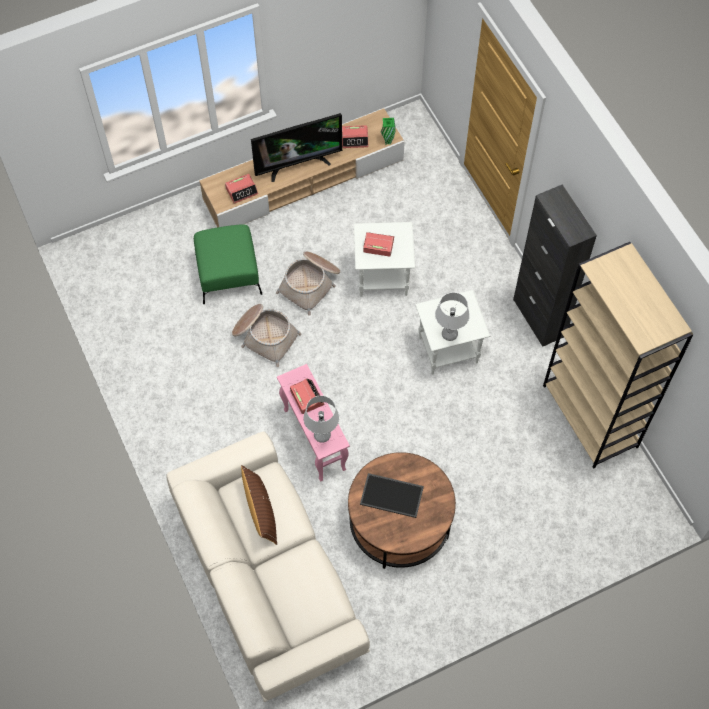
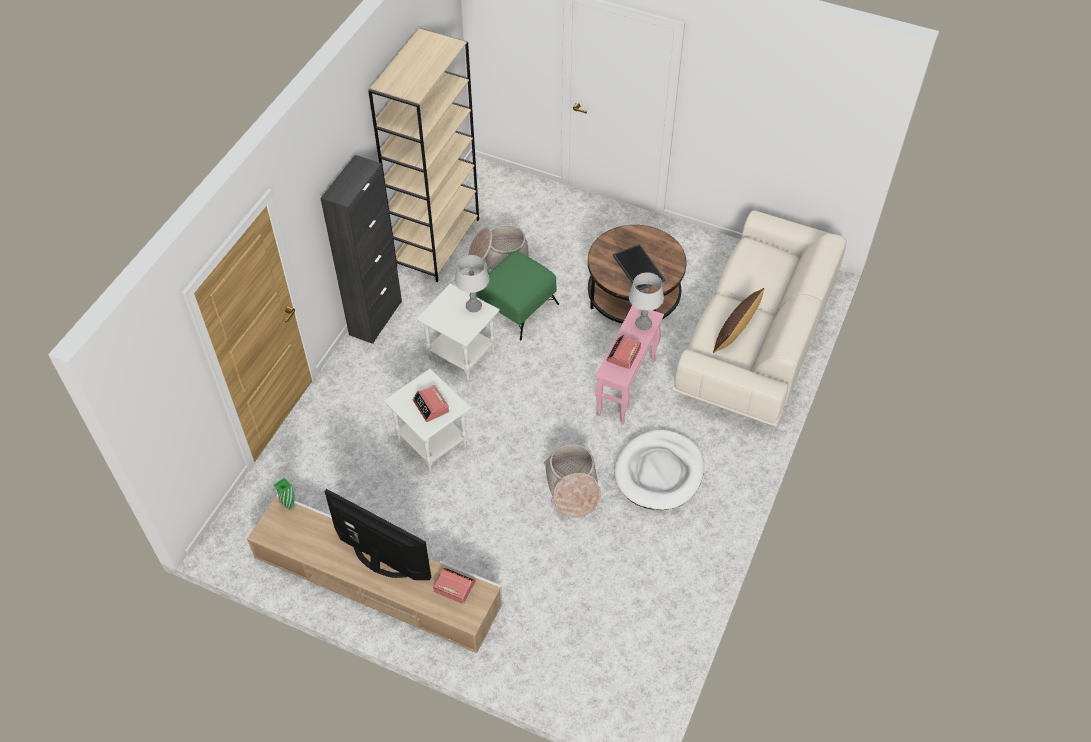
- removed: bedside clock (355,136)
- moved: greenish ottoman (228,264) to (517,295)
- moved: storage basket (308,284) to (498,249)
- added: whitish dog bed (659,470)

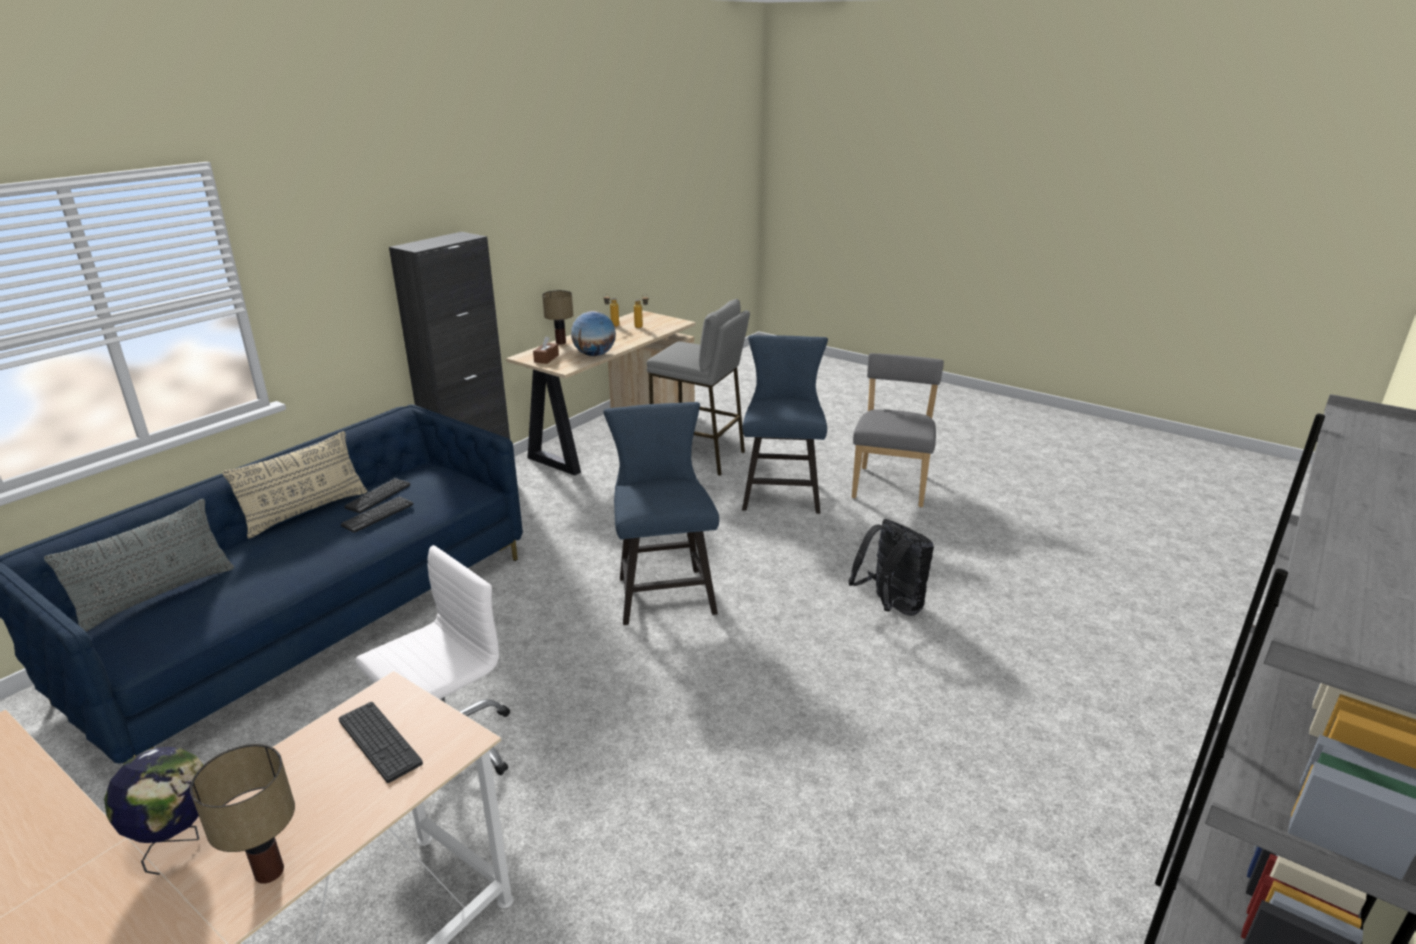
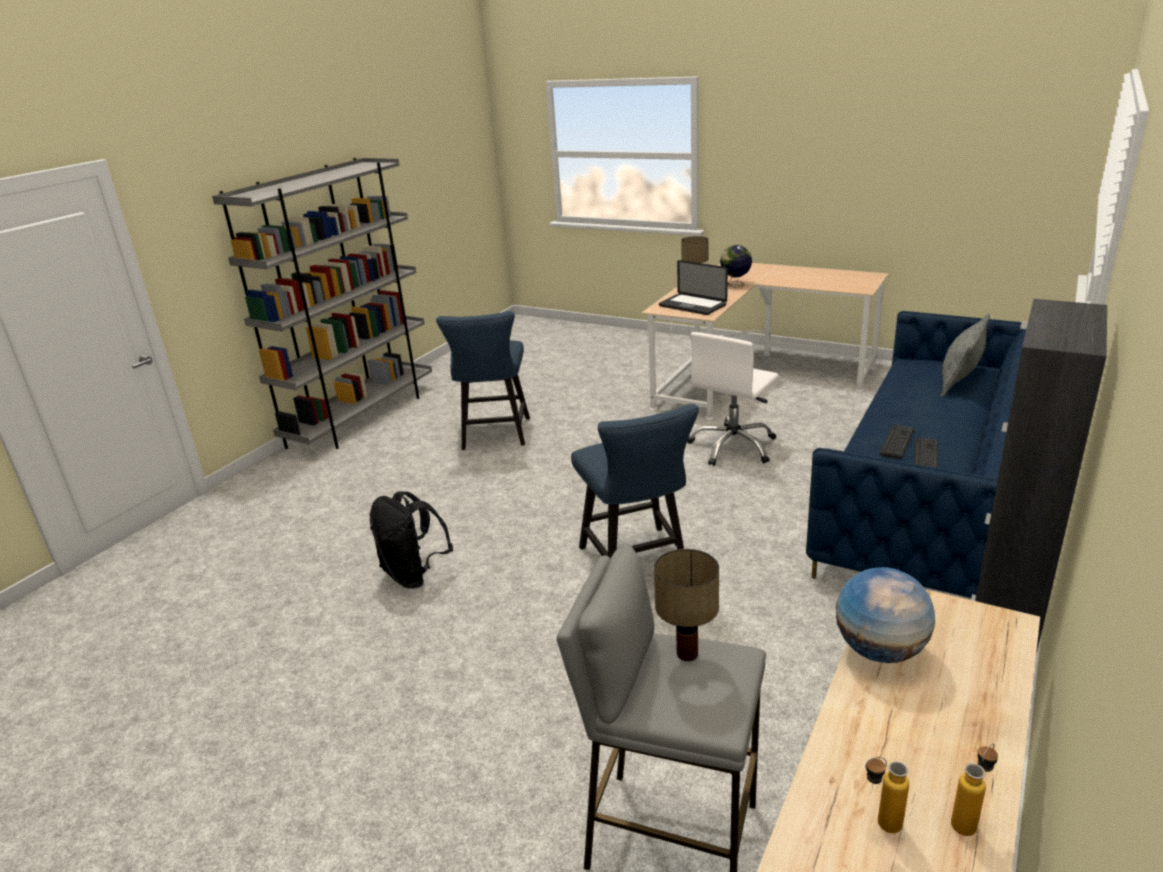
- moved: table lamp (557,317) to (686,605)
- moved: bluish chair (785,424) to (483,380)
- removed: brown tissue box (546,350)
- removed: greyish chair (898,430)
- removed: beige cushion (295,485)
- replaced: computer keyboard (381,742) to laptop (693,287)

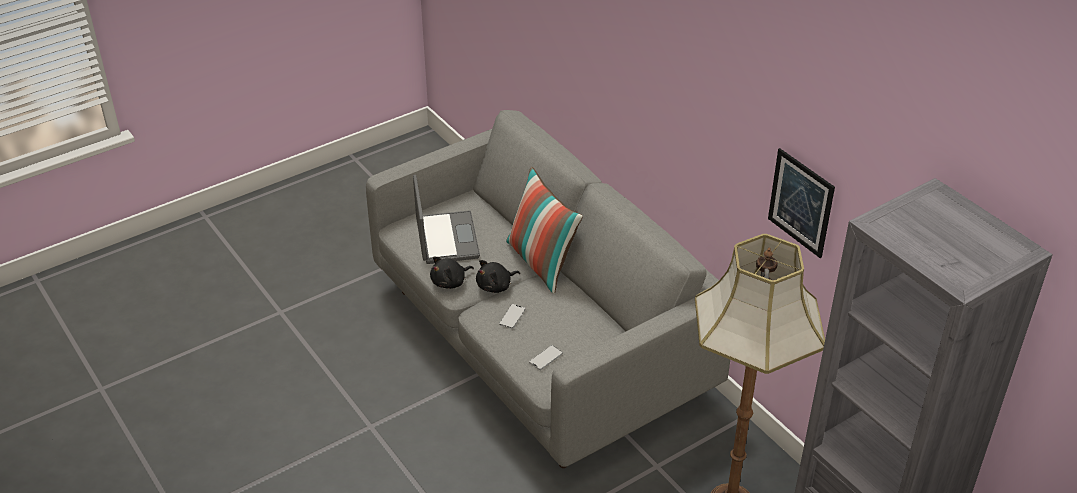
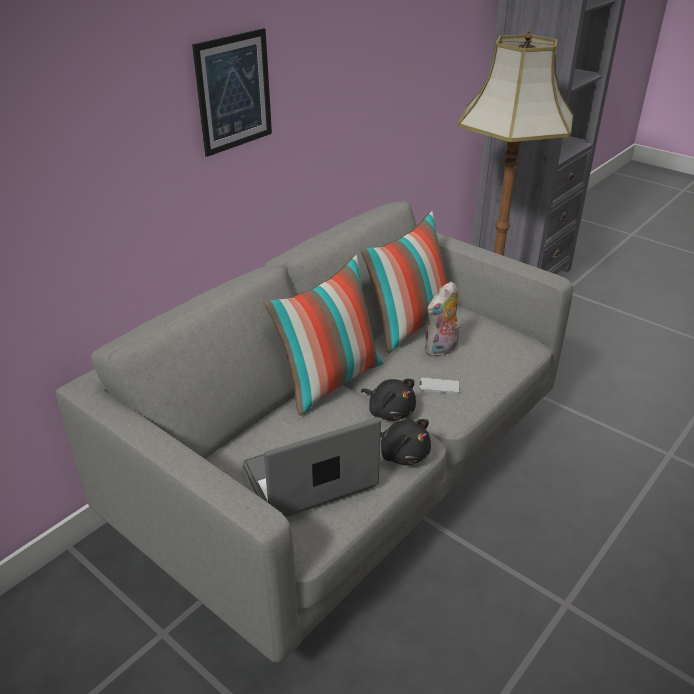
- moved: picture (801,203) to (232,92)
- removed: handset (546,357)
- added: cushion (404,282)
- added: cuddly toy (442,320)

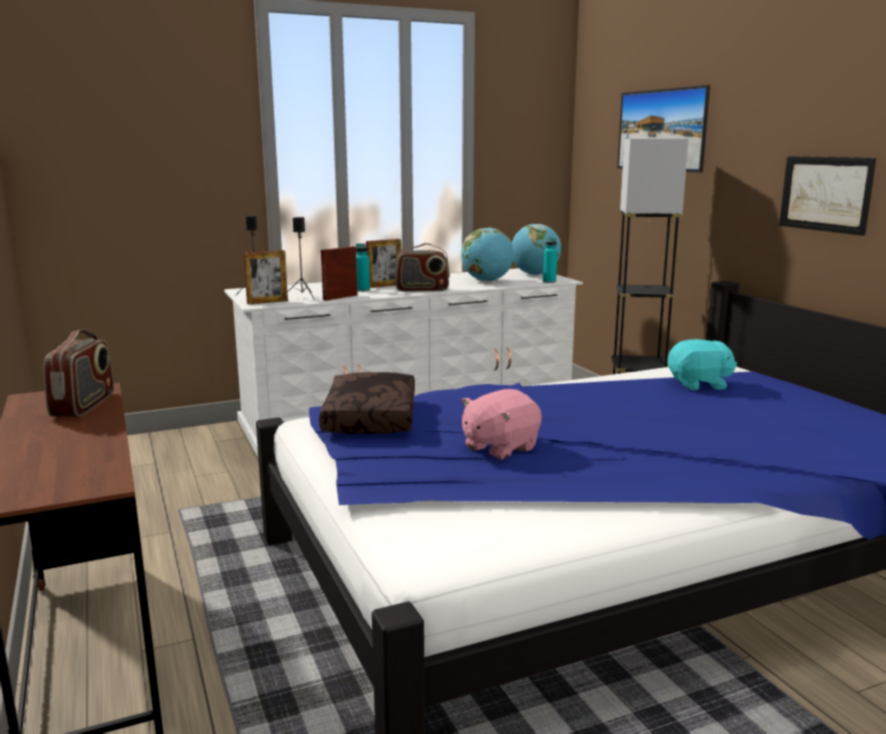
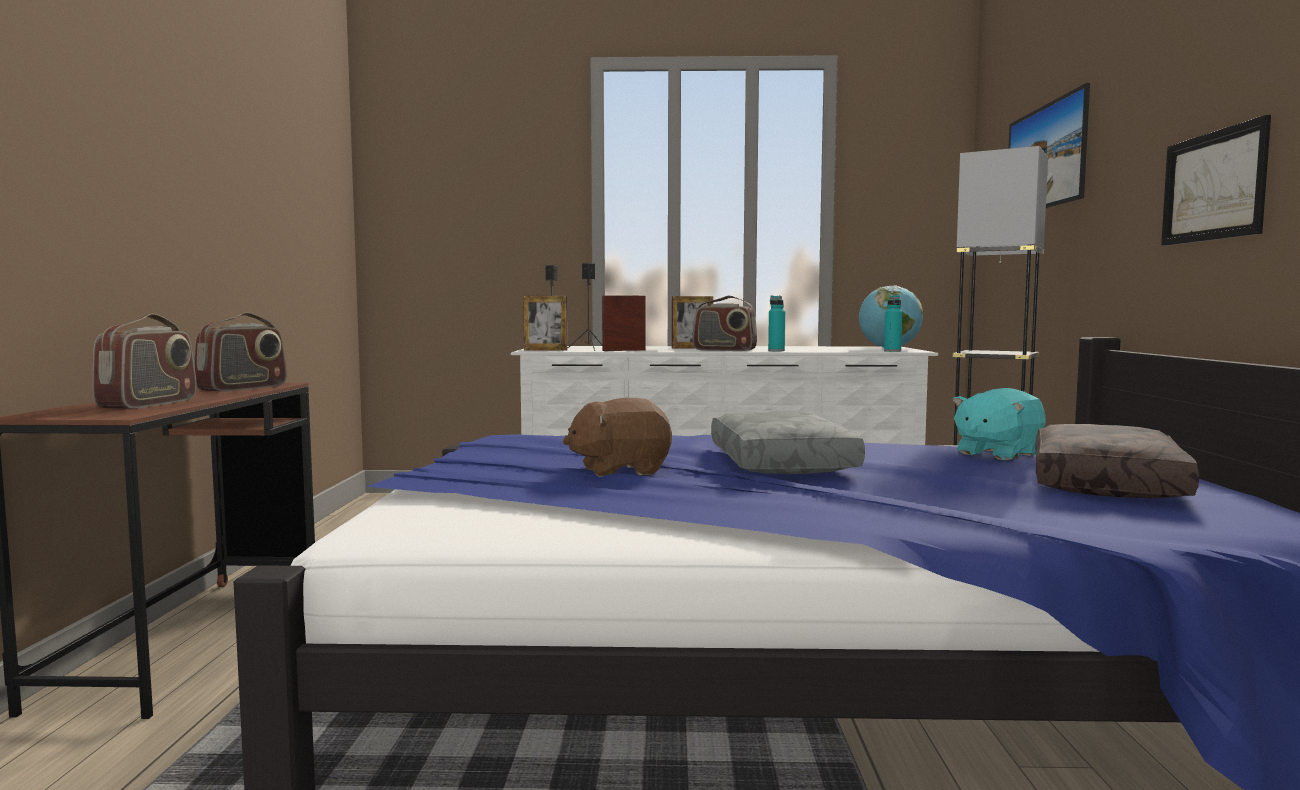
- removed: world globe (487,254)
- moved: turquoise drink bottle (363,267) to (776,323)
- turned: turquoise cuddly toy (702,364) = (999,424) 120 degrees clockwise
- moved: brown cushion (367,403) to (1117,461)
- recoloured: pinkish cuddly toy (501,424) to brown cuddly toy (617,437)
- added: radio receiver (144,361)
- added: greyish cushion (788,442)

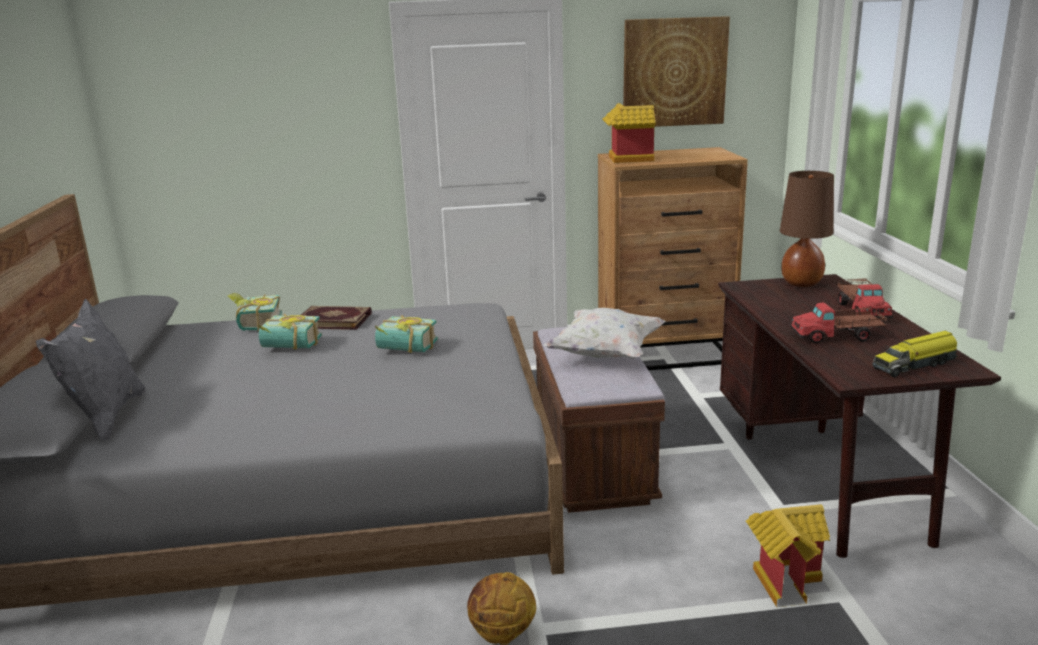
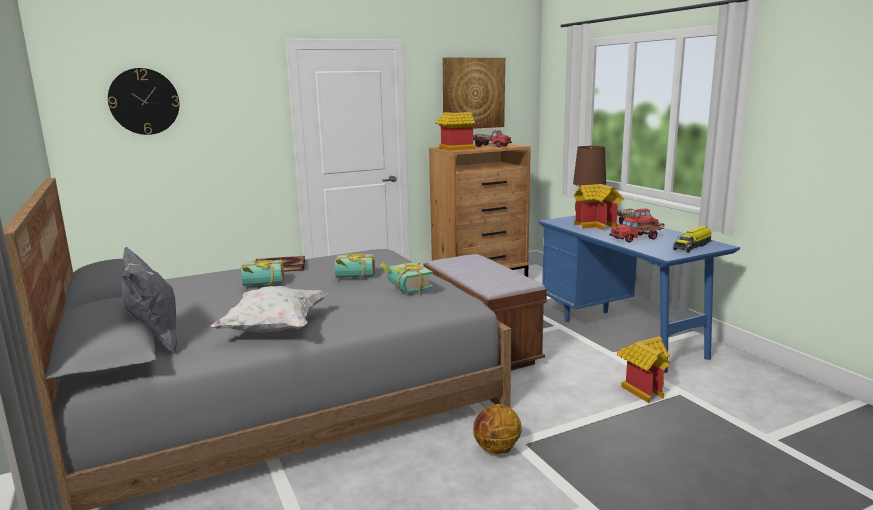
- recoloured: brown desk (859,416) to bluish desk (639,294)
- moved: volume (255,312) to (406,278)
- moved: whitish cushion (604,333) to (269,309)
- added: clock on the wall (143,101)
- added: toy lorry (492,138)
- added: model house (599,207)

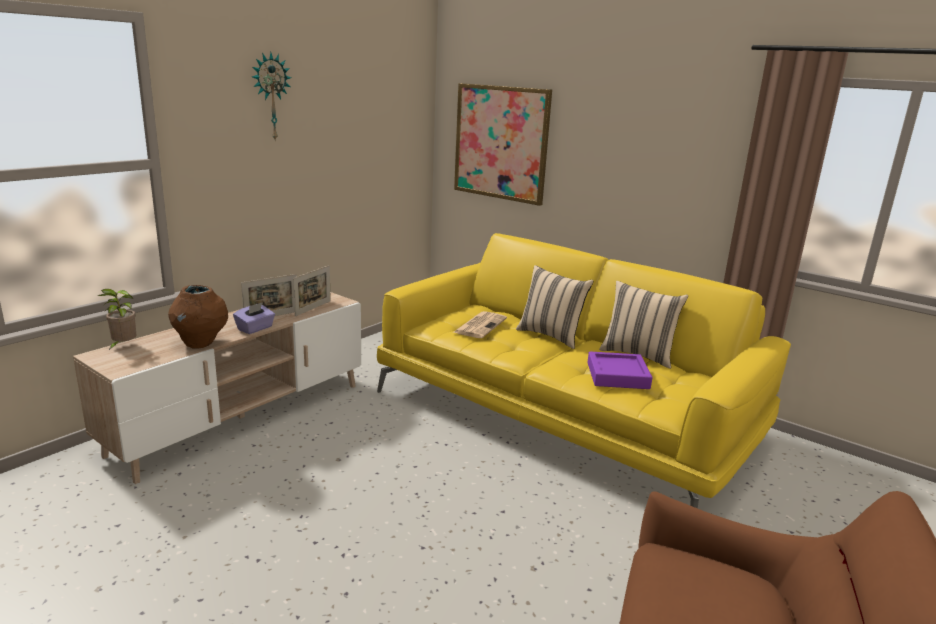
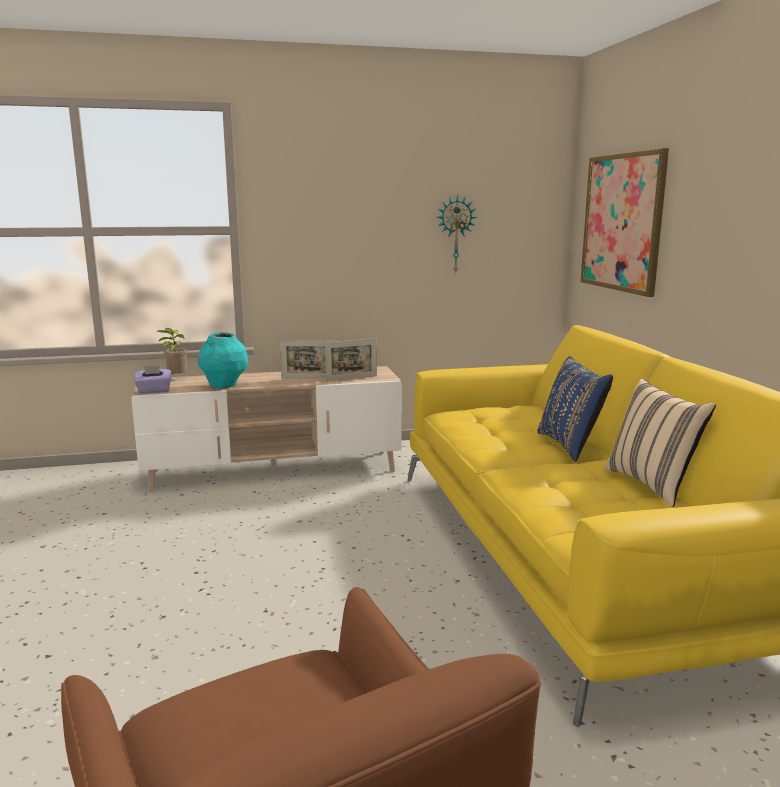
- moved: clock on the wall (271,97) to (457,234)
- recoloured: beige cushion (555,307) to bluish cushion (575,409)
- recoloured: brown flower vase (198,316) to turquoise flower vase (222,360)
- moved: purplish tissue box (254,318) to (152,380)
- removed: printed paper (480,324)
- removed: purplish tray (619,370)

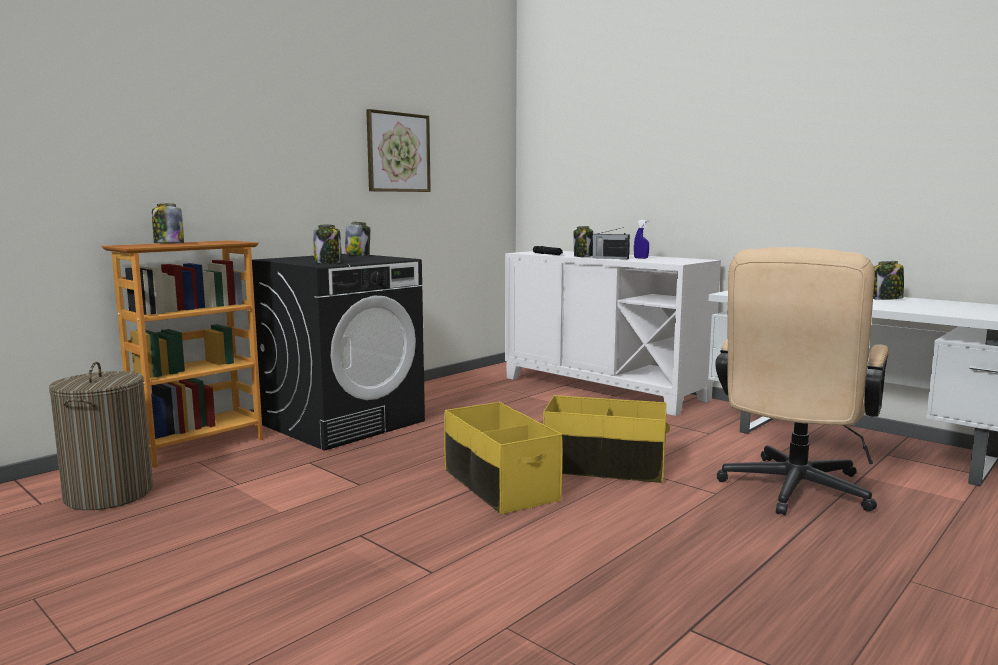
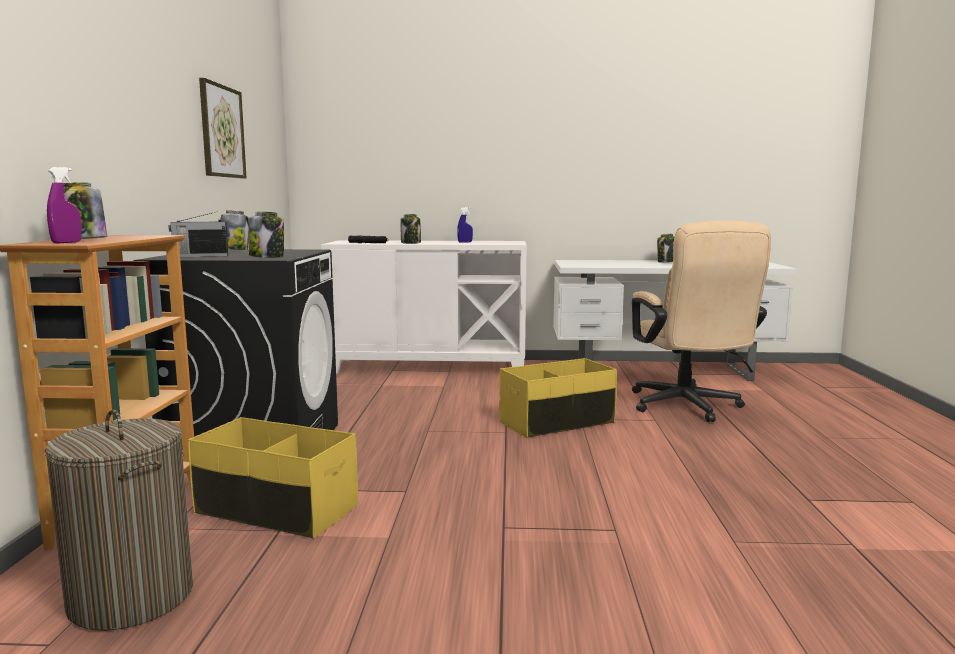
- moved: radio receiver (611,243) to (198,234)
- moved: yellow storage box (503,458) to (273,477)
- added: purplish spray bottle (64,205)

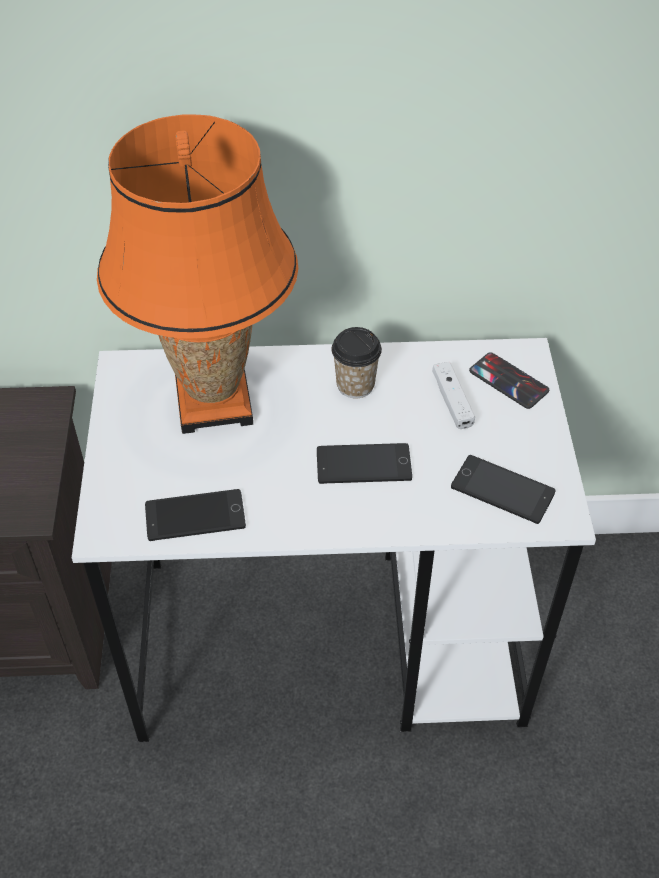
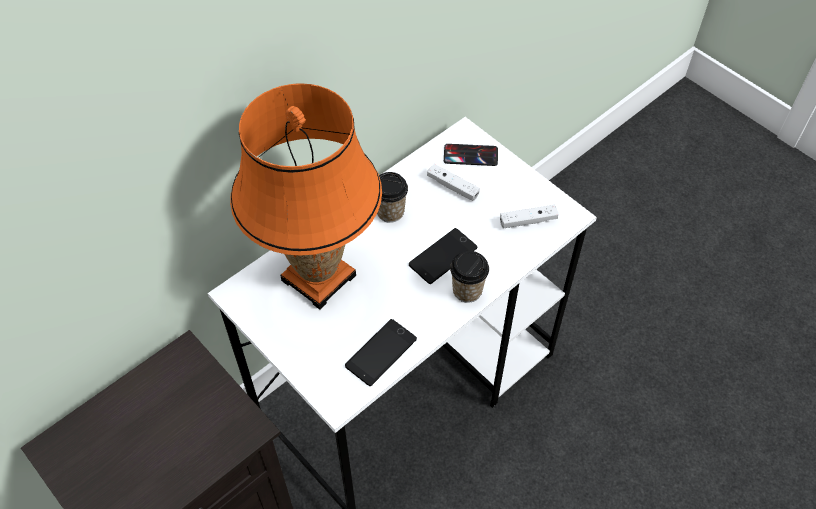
- replaced: handset (503,489) to whitish game controller (529,217)
- added: cup (469,277)

